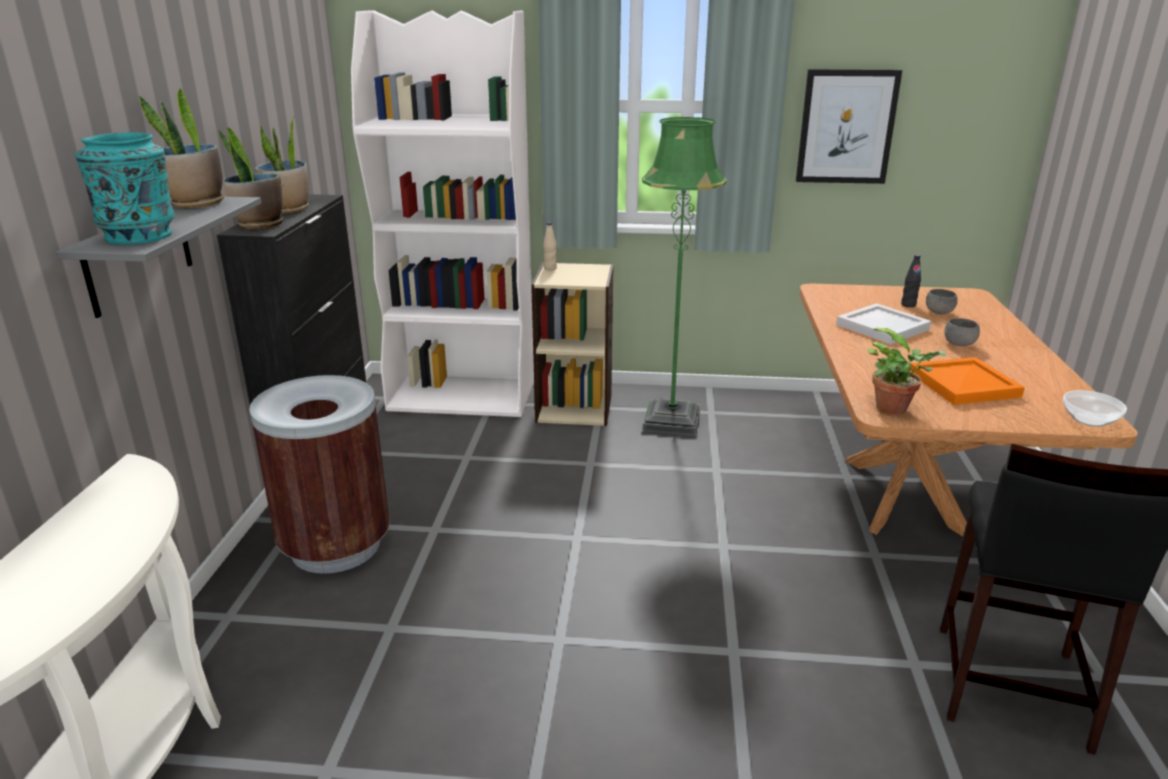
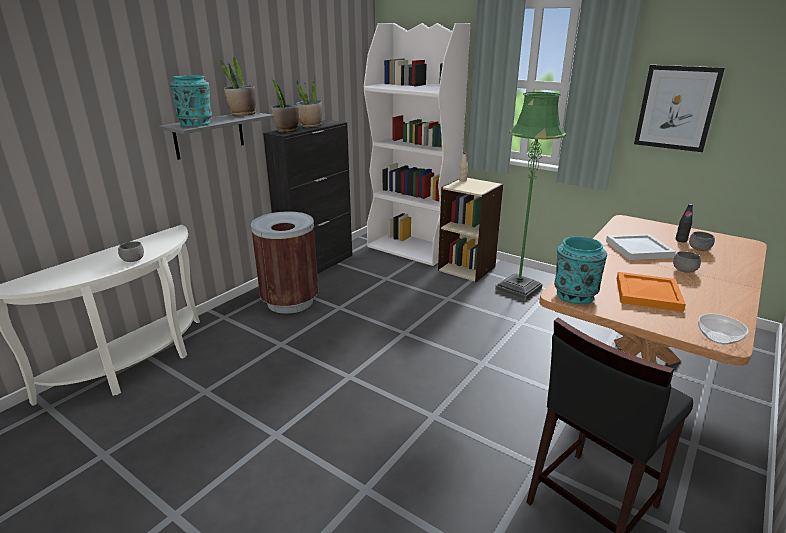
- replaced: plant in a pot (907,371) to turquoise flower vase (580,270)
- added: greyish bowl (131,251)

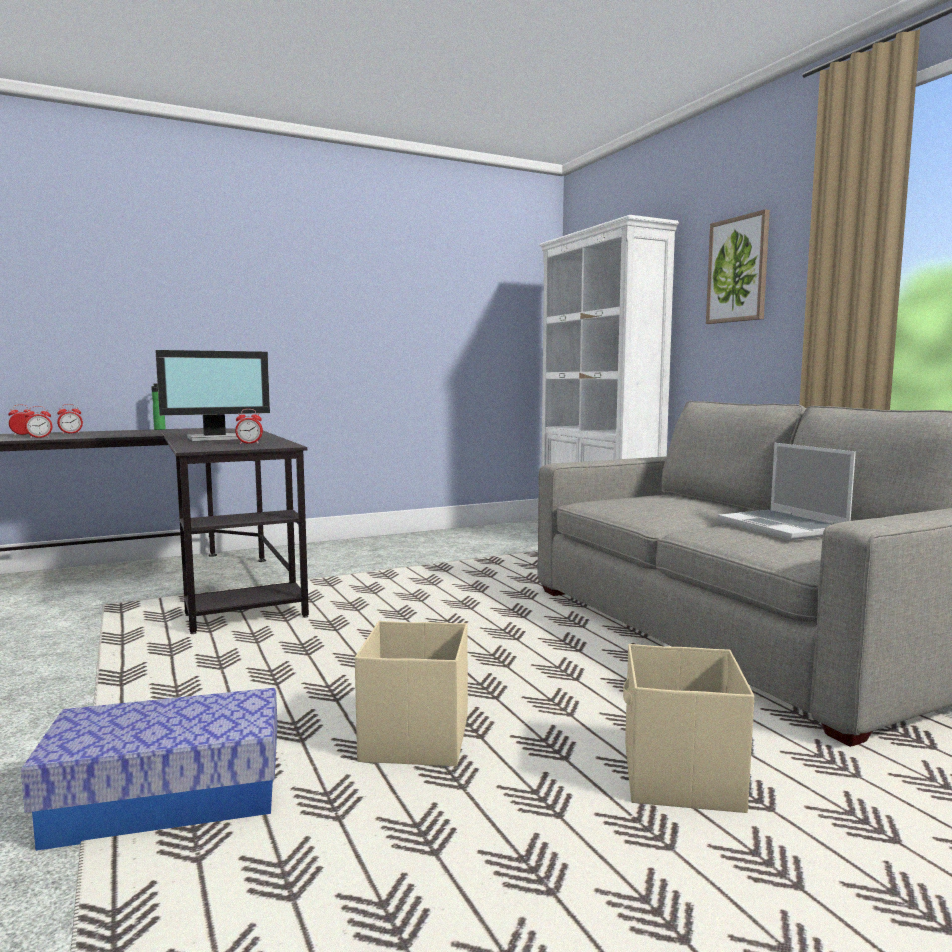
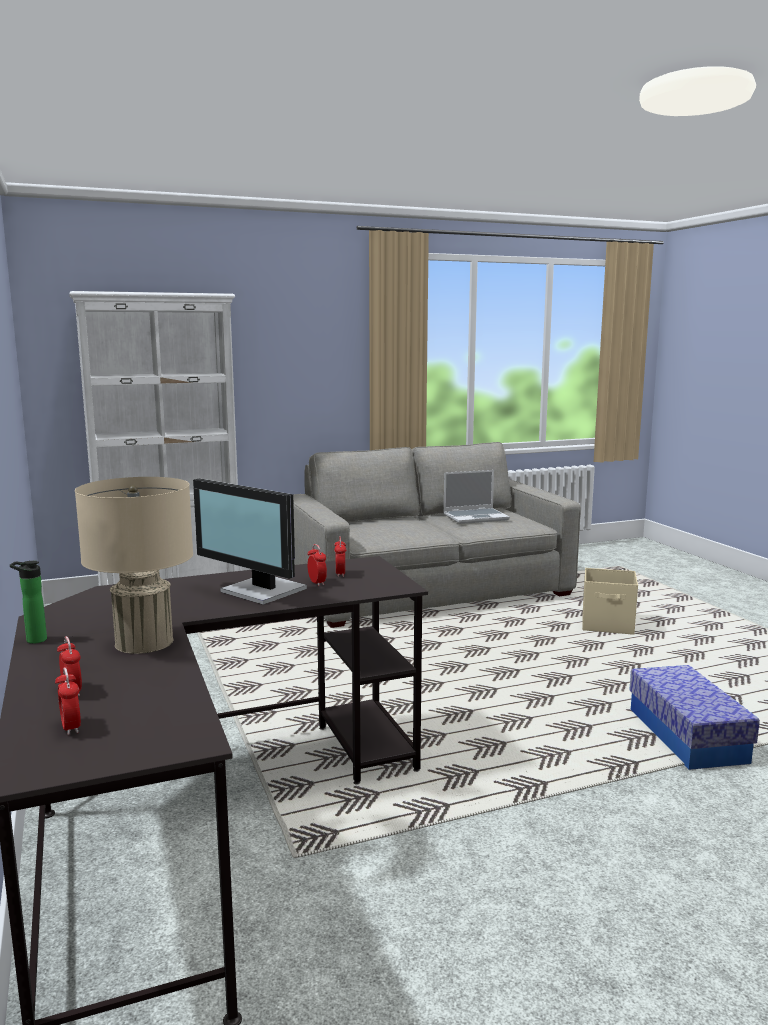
- removed: picture (738,266)
- turned: monitor (212,395) = (250,542) 150 degrees clockwise
- moved: bedside clock (38,422) to (317,565)
- removed: beige storage box (411,693)
- added: beige table lamp (134,565)

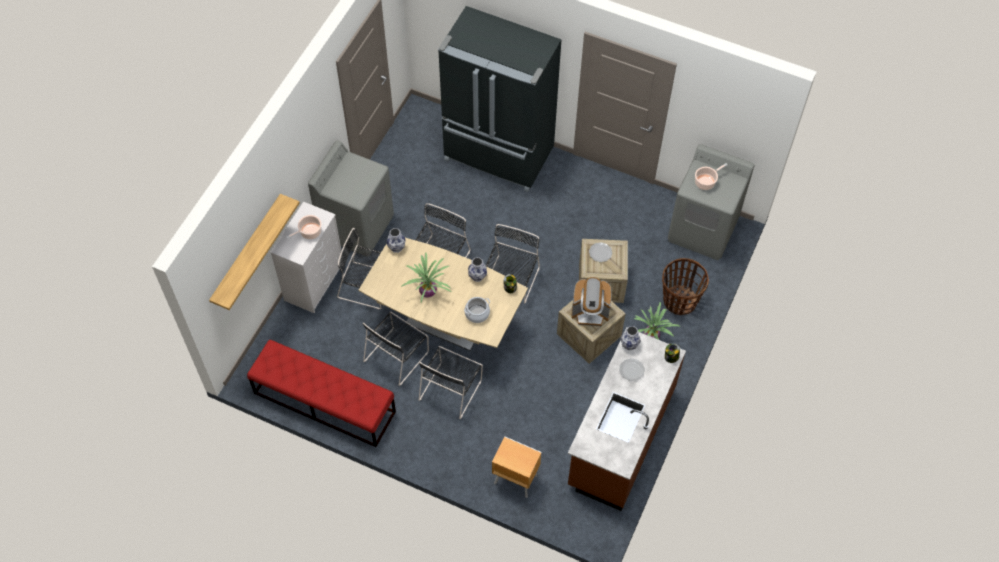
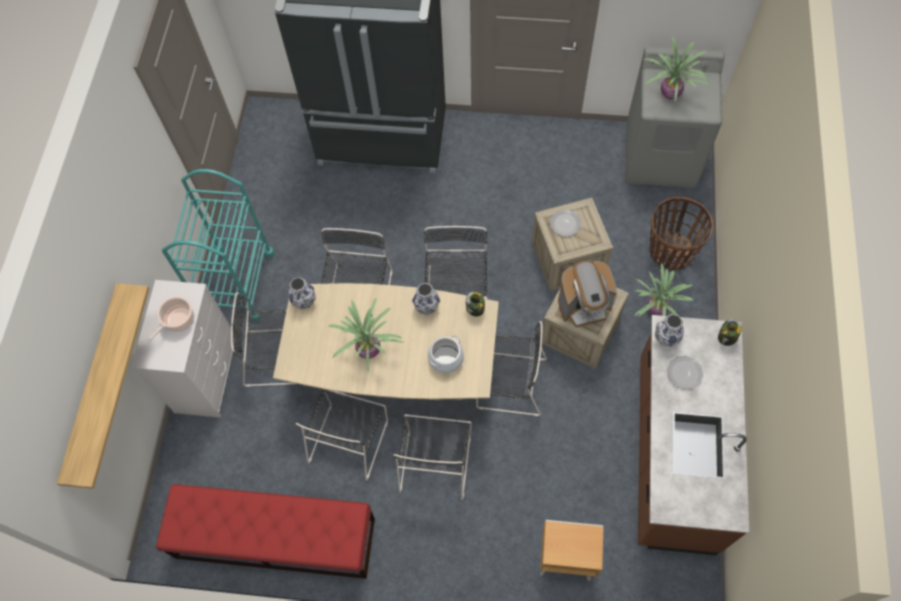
- replaced: greyish laundry machine (351,198) to turquoise wheeled cart (218,245)
- replaced: saucepot (711,176) to plant in a pot (676,69)
- added: blackish chair (511,368)

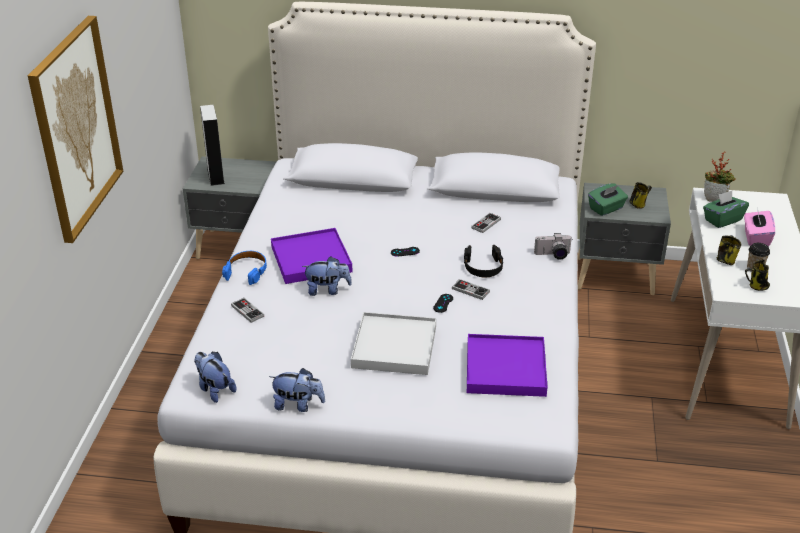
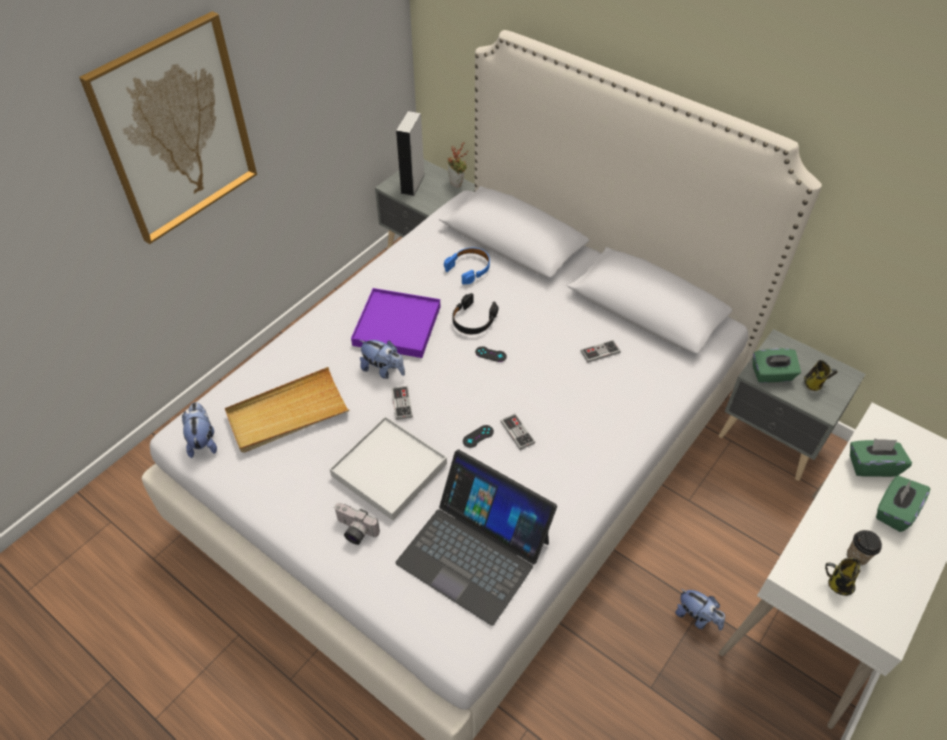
- moved: plant in a pot (720,177) to (458,165)
- recoloured: pinkish tissue box (759,227) to greenish tissue box (903,503)
- moved: photo camera (553,246) to (357,524)
- removed: tea mug (729,250)
- moved: blackish headphones (483,261) to (475,313)
- moved: bluish headphones (244,268) to (467,266)
- moved: game controller (247,310) to (402,403)
- replaced: purplish tray (507,365) to laptop (476,537)
- moved: cuddly toy (297,390) to (700,610)
- added: beige tray (287,410)

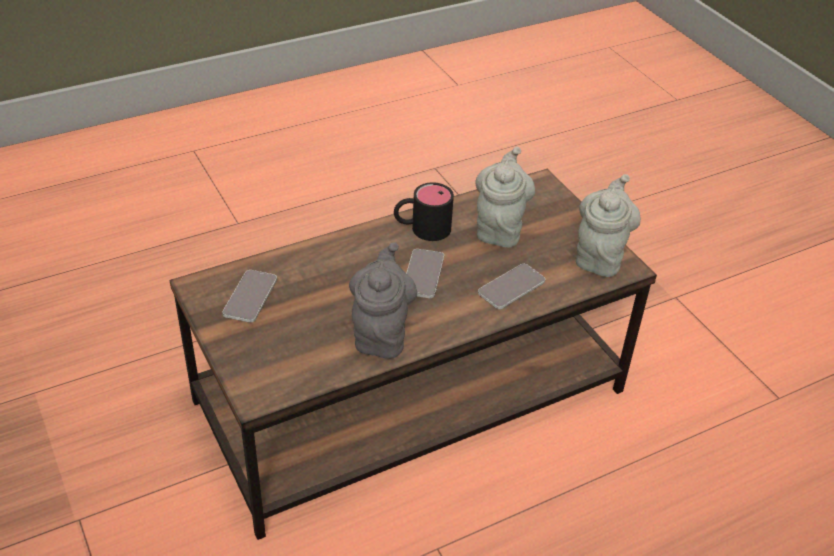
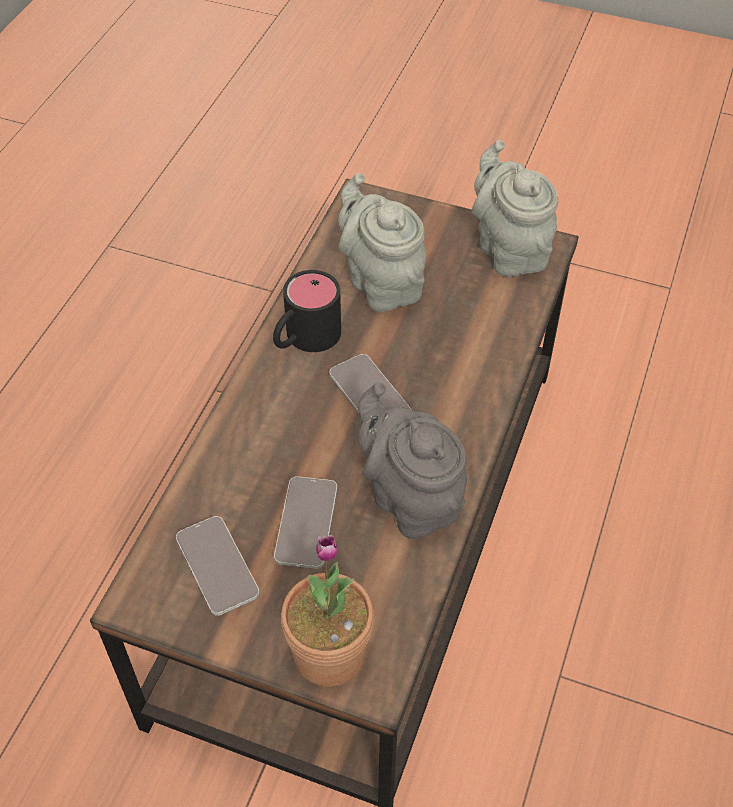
- moved: handset (511,286) to (305,522)
- added: plant in a pot (327,611)

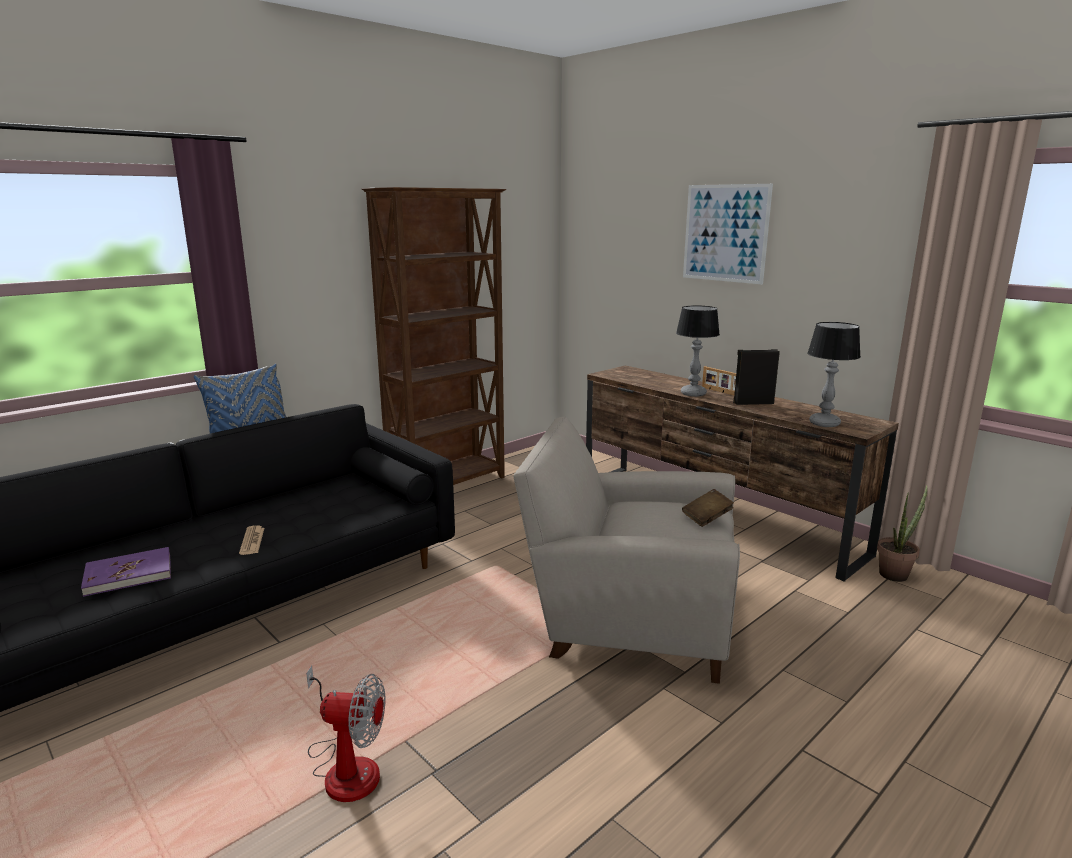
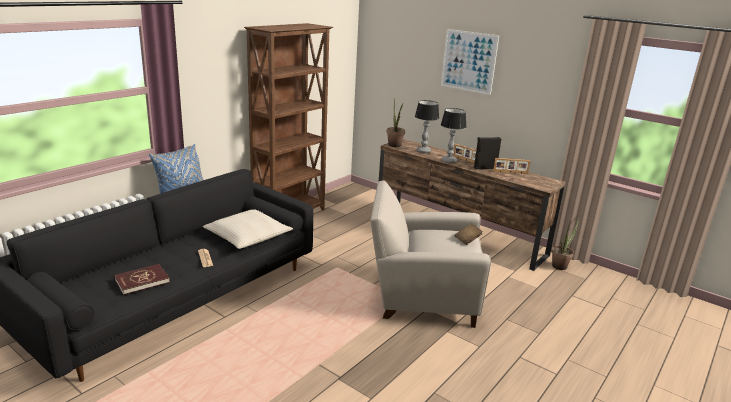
- moved: table lamp (834,374) to (427,126)
- recoloured: purplish volume (126,572) to red volume (142,279)
- removed: electric fan (345,733)
- added: plant in a pot (396,122)
- added: standing frame (511,166)
- added: beige cushion (248,229)

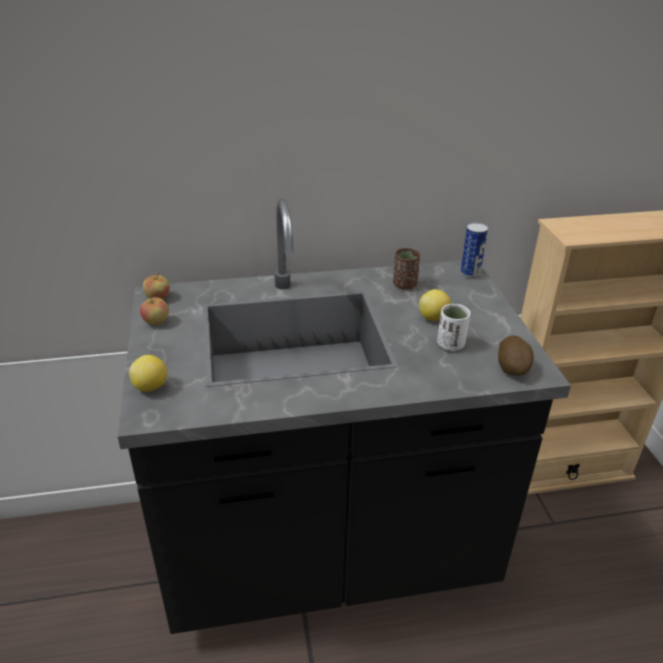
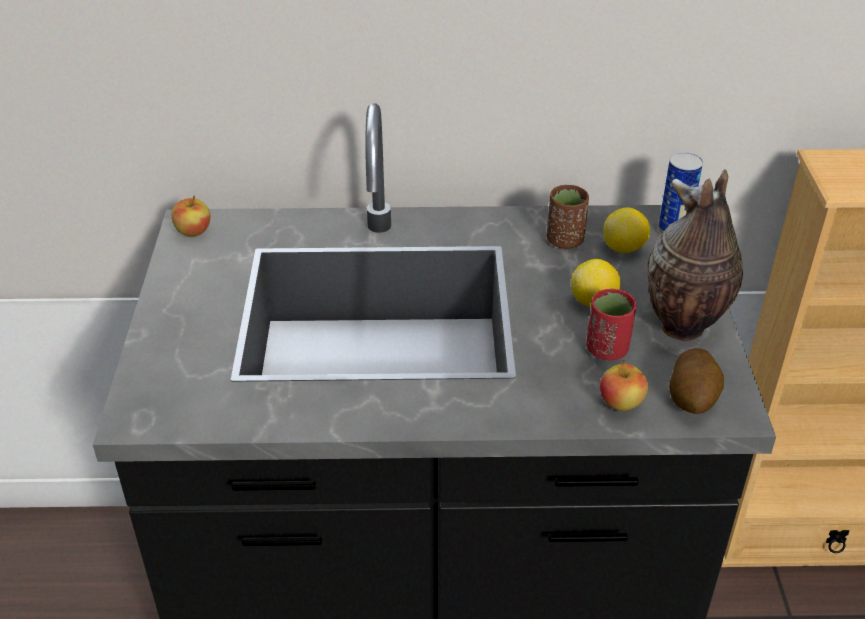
- moved: apple fruit (154,309) to (624,385)
- recoloured: whitish cup (453,327) to red cup (611,324)
- moved: whole lemon (148,373) to (626,230)
- added: flower vase (695,255)

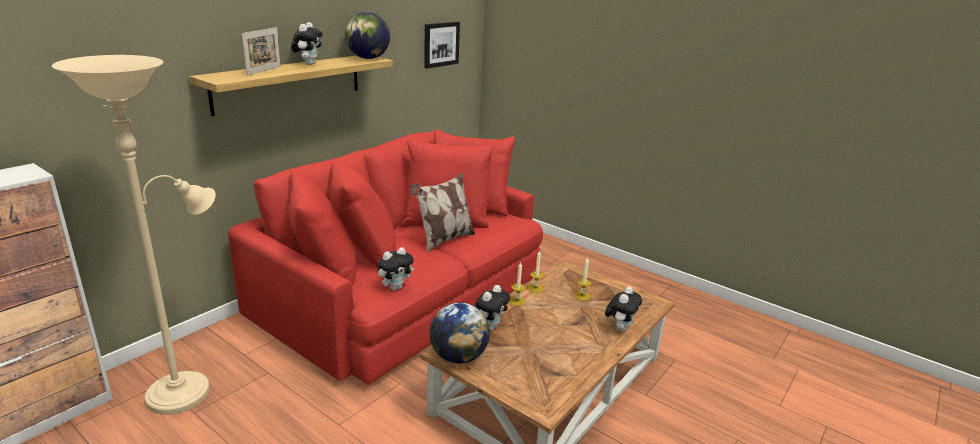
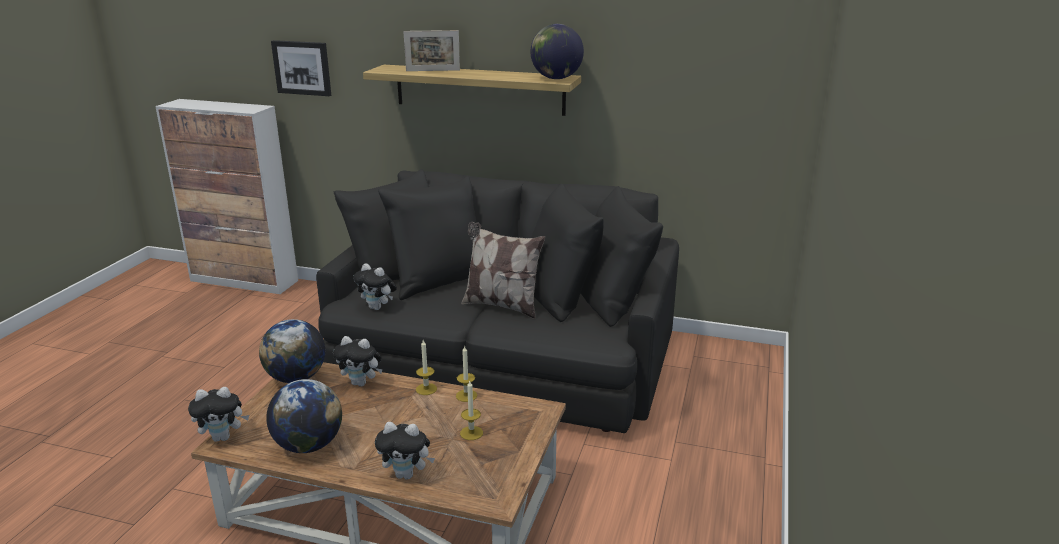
- moved: cuddly toy (307,43) to (218,414)
- moved: picture (442,45) to (301,68)
- removed: beige floor lamp (134,235)
- recoloured: red sofa (385,257) to blackish sofa (497,301)
- added: world globe (304,416)

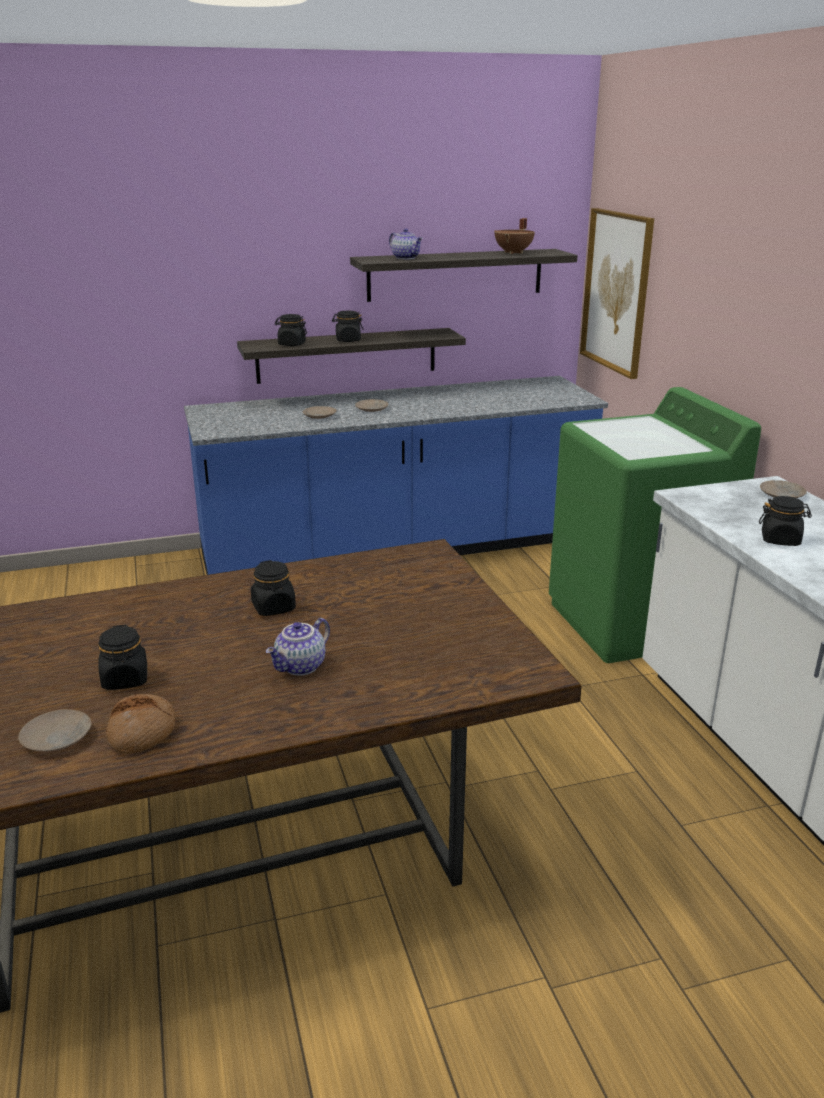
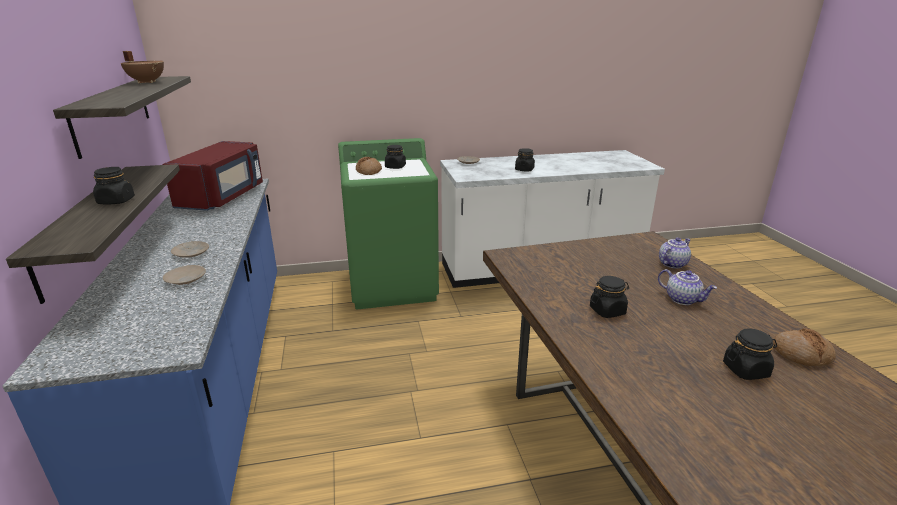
- removed: picture (617,293)
- moved: teapot (406,243) to (675,253)
- moved: blackish preserve jar (291,330) to (395,157)
- removed: beige flat dish (55,730)
- added: red kitchen microwave (212,176)
- added: baked bread (369,166)

